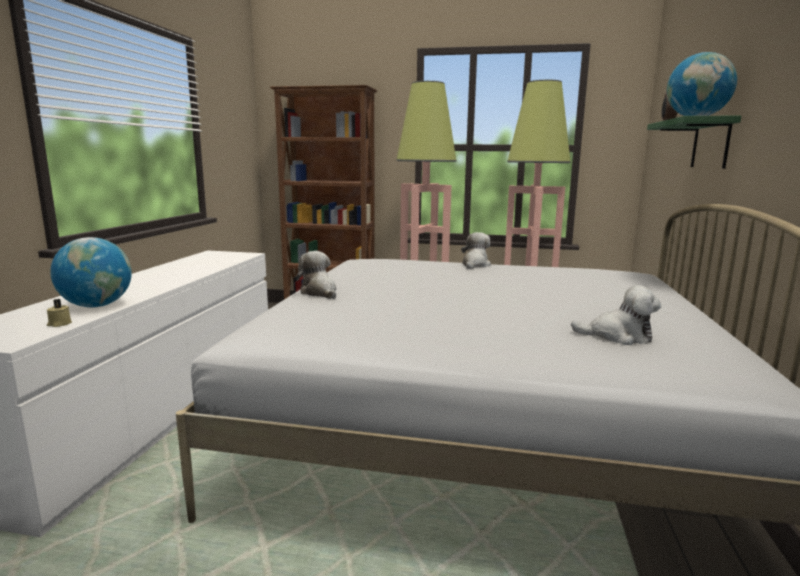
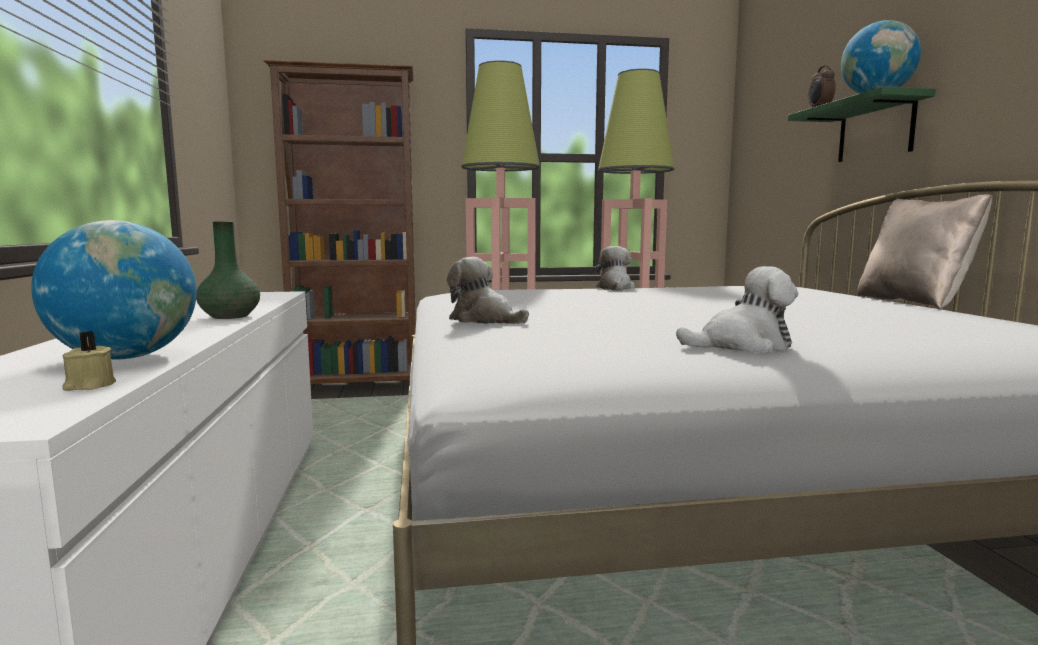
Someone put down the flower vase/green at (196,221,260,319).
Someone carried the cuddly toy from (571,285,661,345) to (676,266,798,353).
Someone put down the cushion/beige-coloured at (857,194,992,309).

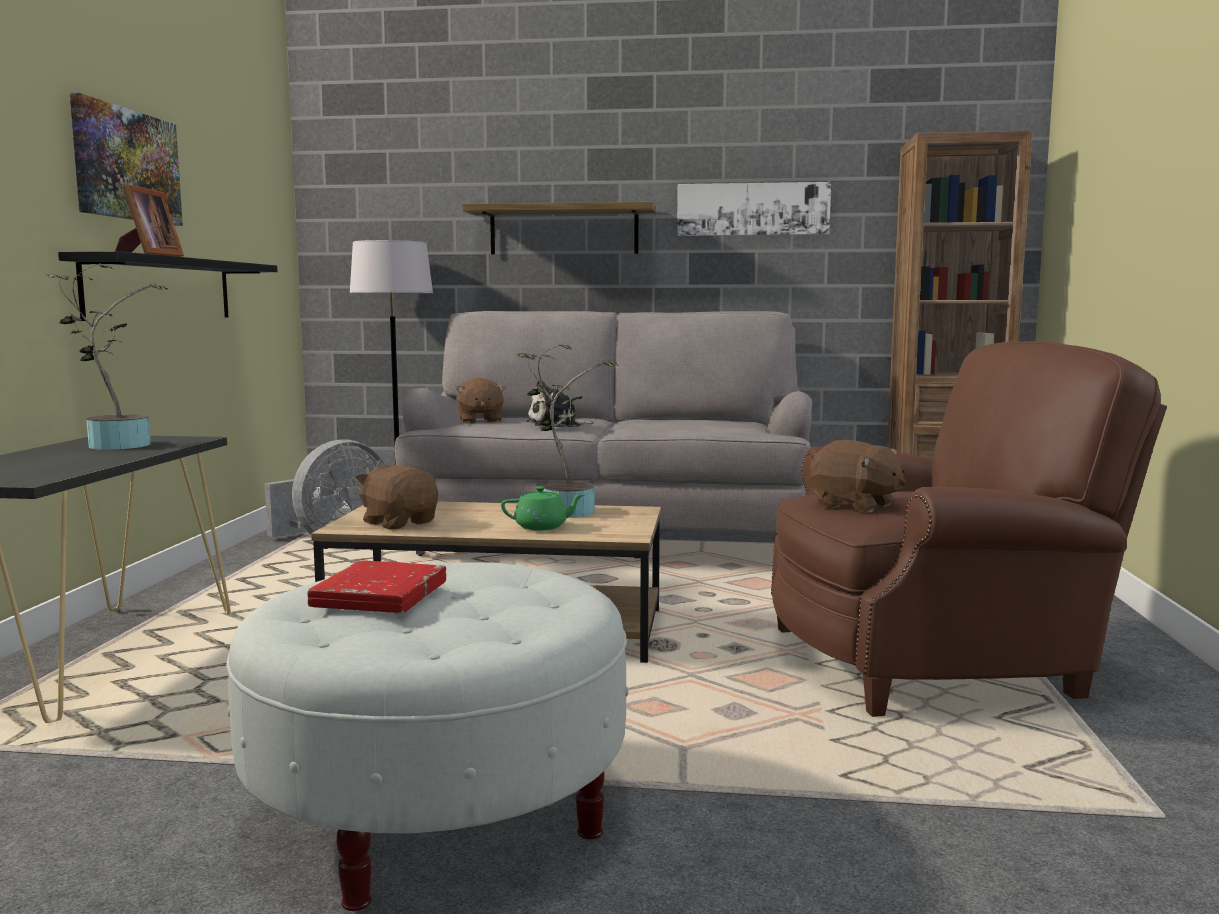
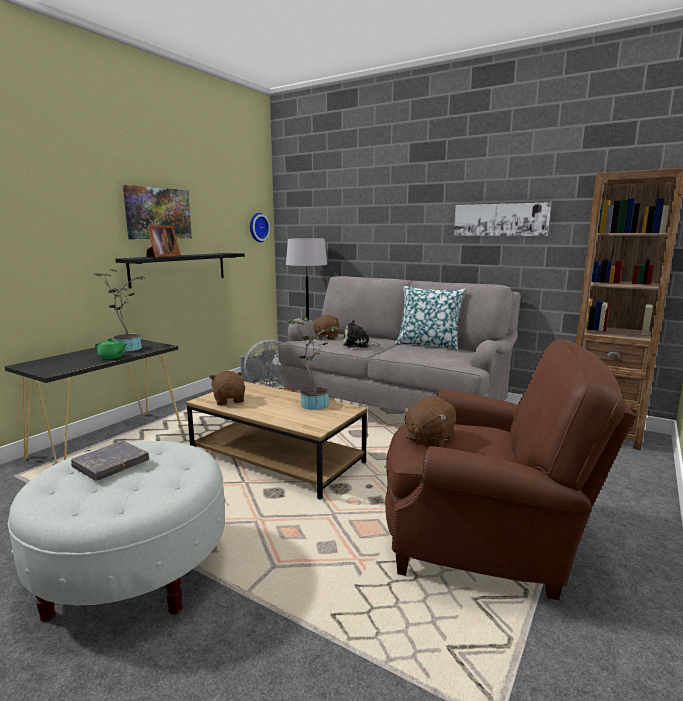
Someone repainted the book/reddish at (307,560,446,613), which became the book/gray at (71,441,149,481).
Someone carried the tea pot/green from (501,486,585,531) to (95,338,127,359).
Someone put up the hanging clock at (250,213,270,242).
Someone put down the cushion at (395,286,466,351).
Someone rotated the cuddly toy/brown at (810,440,906,513) by 60 degrees clockwise.
Someone took away the bracket shelf at (463,201,656,255).

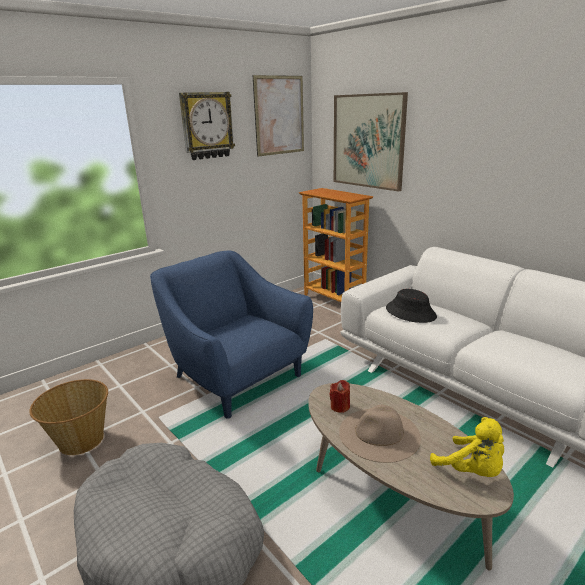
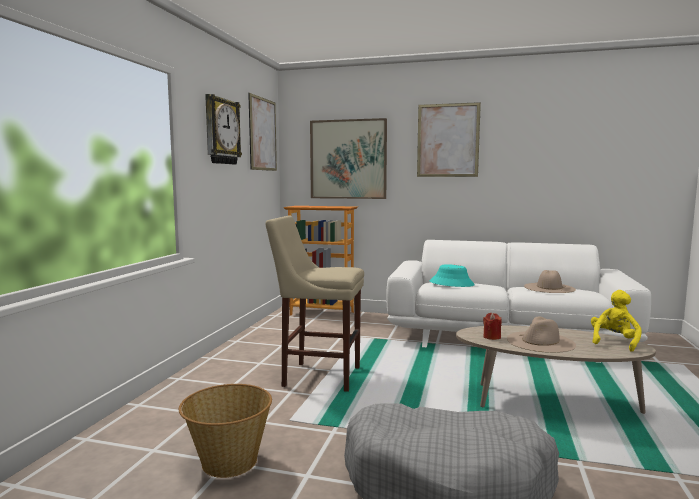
Someone swapped the lounge chair/bluish at (150,251,313,419) for the stool/beige-coloured at (265,216,364,392).
Someone put up the picture at (417,102,481,177).
Someone repainted the wearable hat/blackish at (386,289,437,323), which became the wearable hat/turquoise at (430,264,475,287).
Someone put down the wearable hat/beige-coloured at (524,270,576,293).
Someone rotated the cuddly toy/yellow at (430,417,504,477) by 75 degrees counterclockwise.

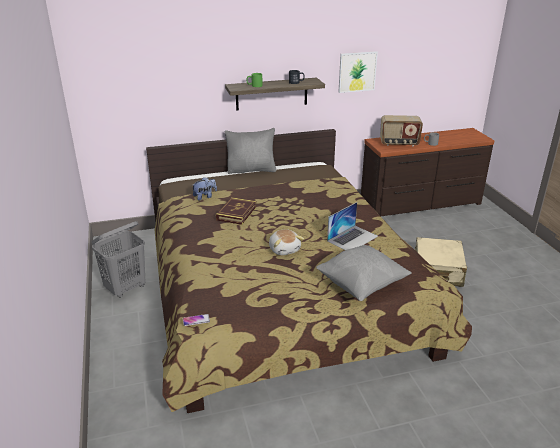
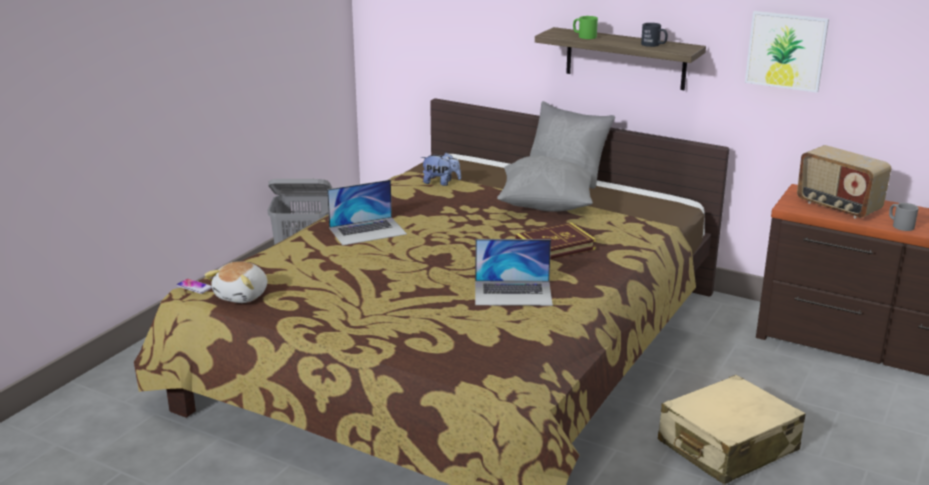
Someone carried the cuddly toy from (269,229,304,255) to (205,261,267,303).
Someone put down the notebook computer at (327,180,407,245).
Someone carried the cushion/gray from (316,245,412,301) to (497,155,593,212).
Someone carried the book from (216,197,256,225) to (515,222,596,260).

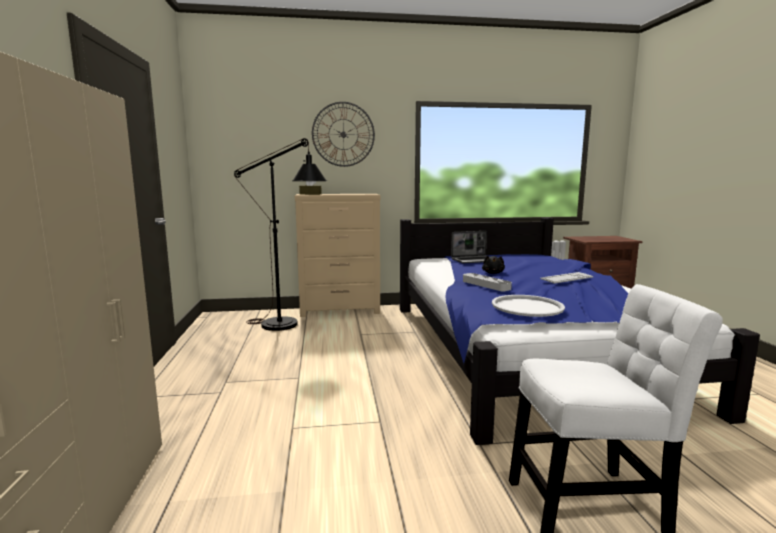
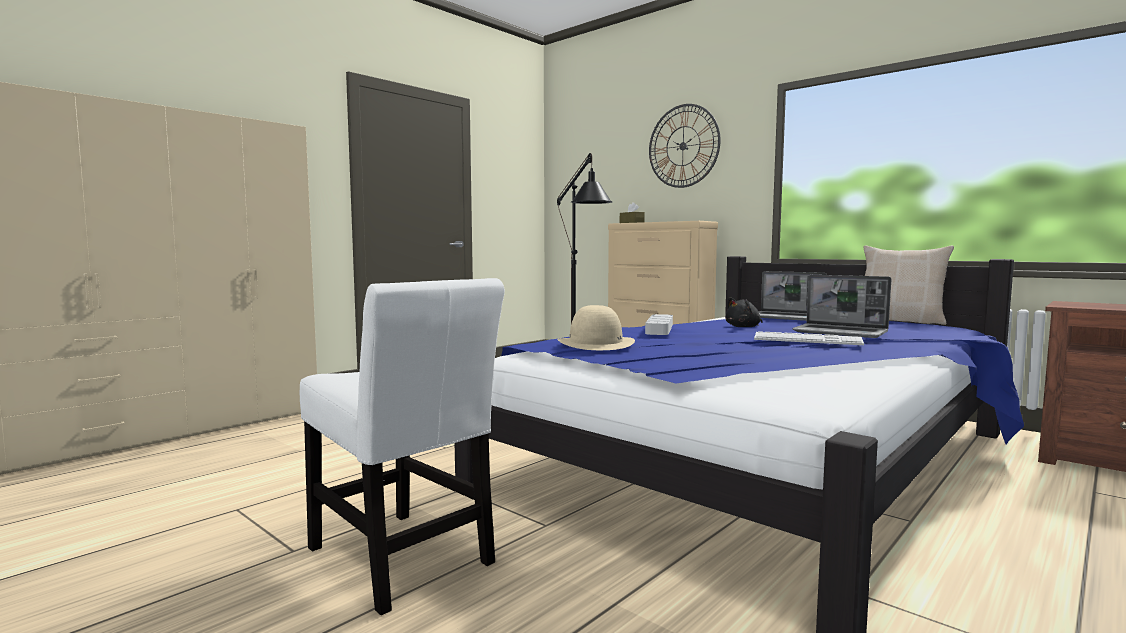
Someone swapped the serving tray/white at (492,295,565,317) for the wearable hat/beige-coloured at (557,305,635,350).
Someone put down the notebook computer at (793,275,891,338).
Someone put down the cushion/beige-coloured at (864,245,954,325).

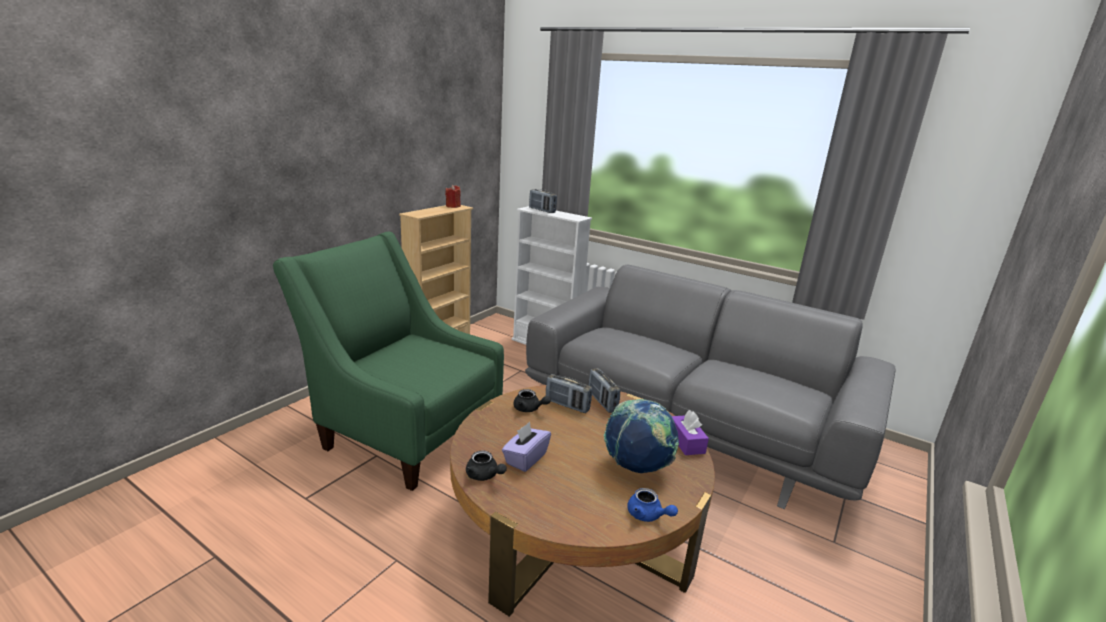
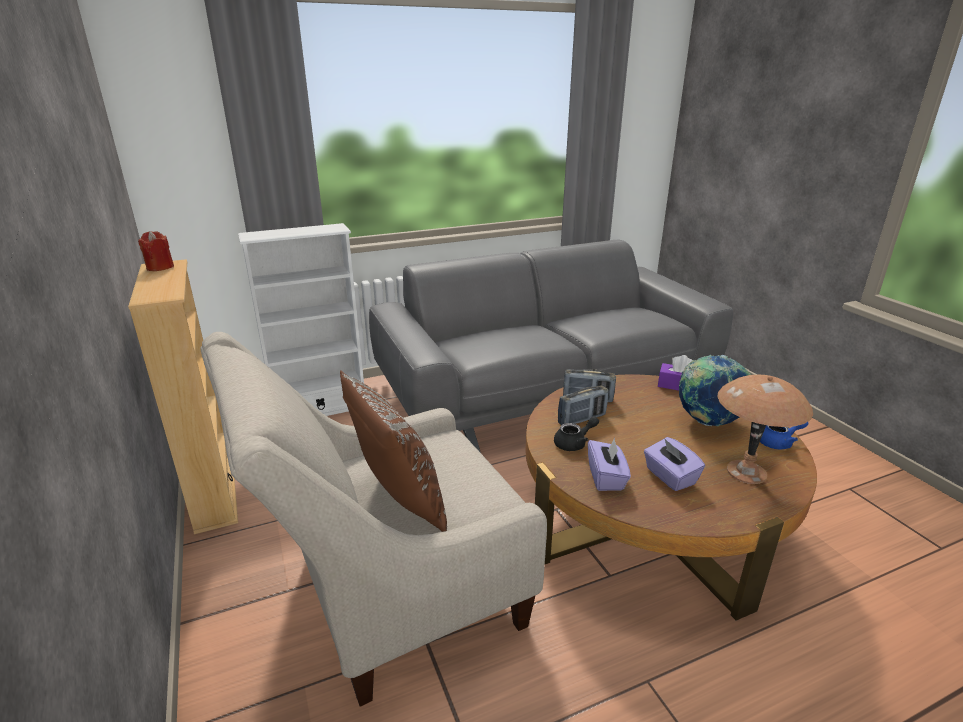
Someone repainted the lounge chair/green at (273,232,504,491), which became the lounge chair/beige-coloured at (201,332,547,707).
Someone put down the cushion/brown at (340,371,447,532).
Someone put down the box of tissues/purple-coloured at (588,438,631,491).
Someone put down the tabletop lamp/brown at (717,375,813,484).
Someone took away the tea pot/blackish at (466,450,507,481).
Someone took away the radio receiver at (529,189,557,213).

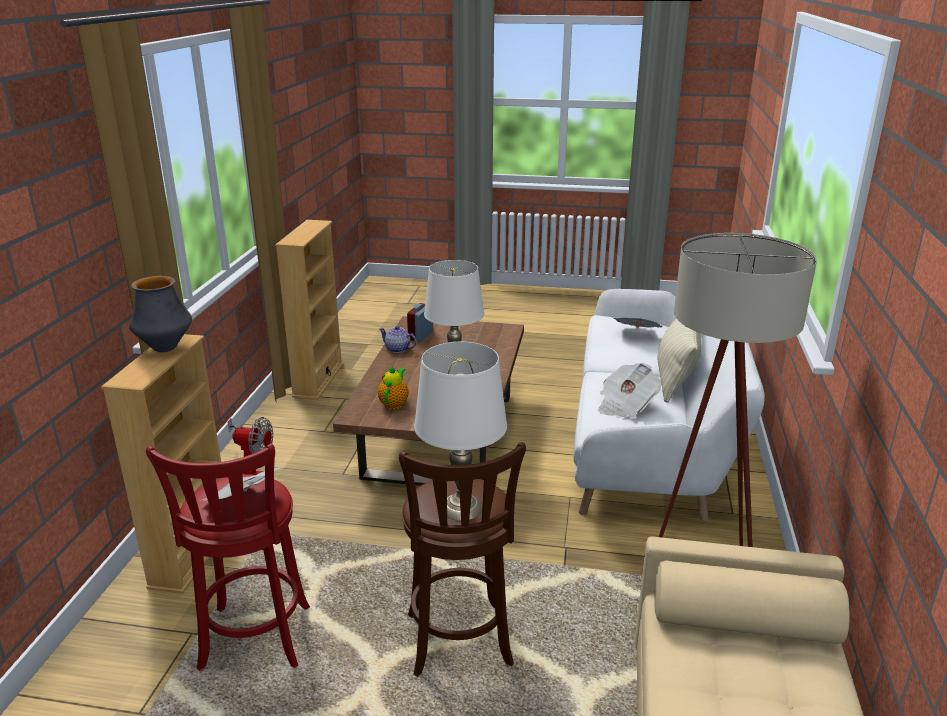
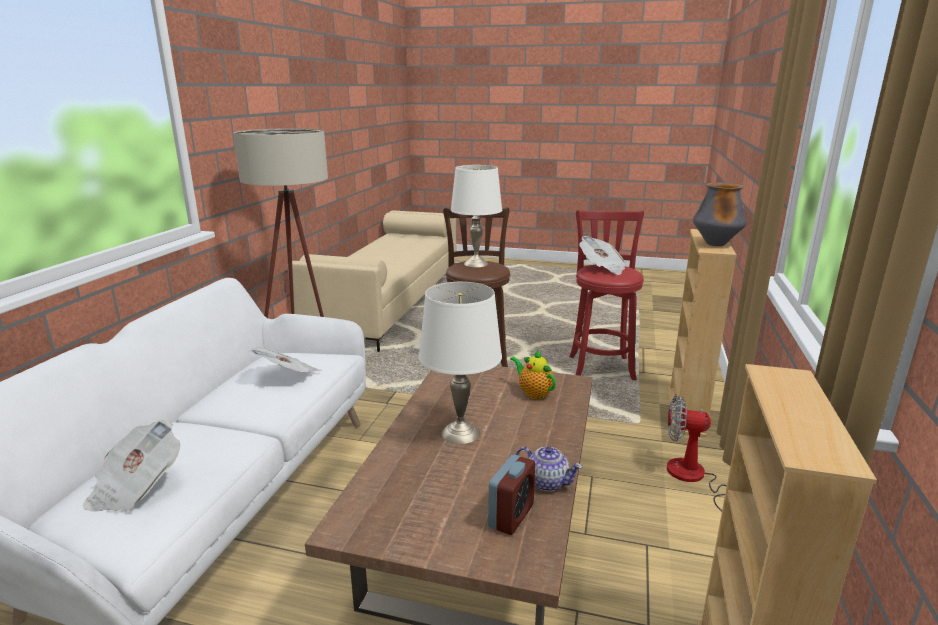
Someone rotated the tea pot at (378,365,409,410) by 120 degrees clockwise.
Someone took away the cushion/beige-coloured at (658,319,701,403).

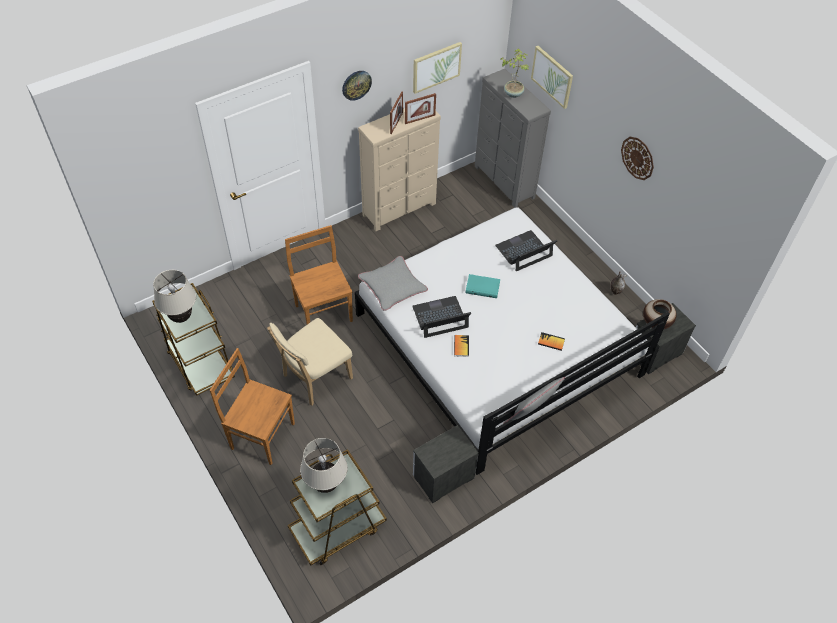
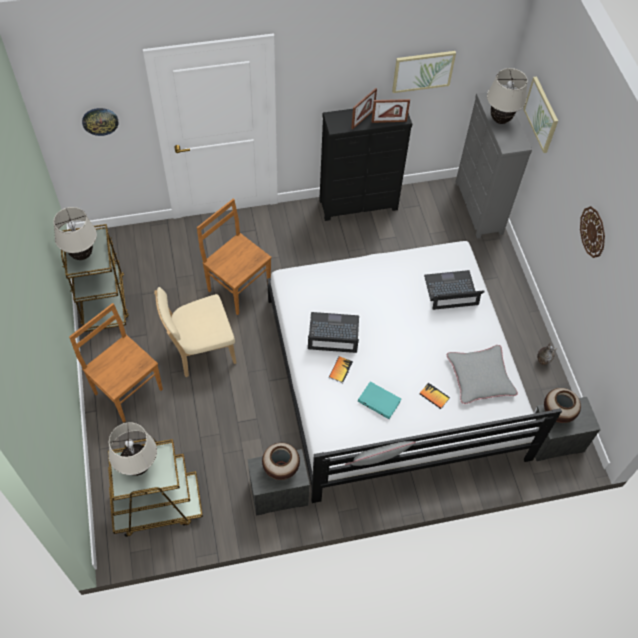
Someone carried the hanging clock from (342,71,372,101) to (82,108,119,136).
Someone rotated the upright chair/brown at (285,225,353,324) by 45 degrees counterclockwise.
Someone put down the flower vase at (262,443,300,480).
Someone repainted the dresser/beige-coloured at (358,108,441,231), which became the dresser/blackish at (319,109,412,221).
Someone carried the book/turquoise from (465,274,500,298) to (358,381,401,419).
Someone carried the cushion/gray from (358,256,428,310) to (447,345,518,404).
Someone swapped the potted plant at (500,49,530,98) for the tabletop lamp/beige-coloured at (487,68,528,124).

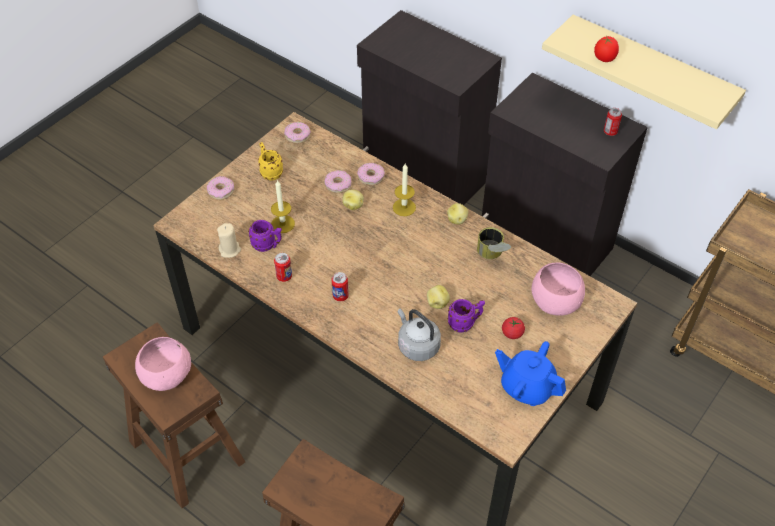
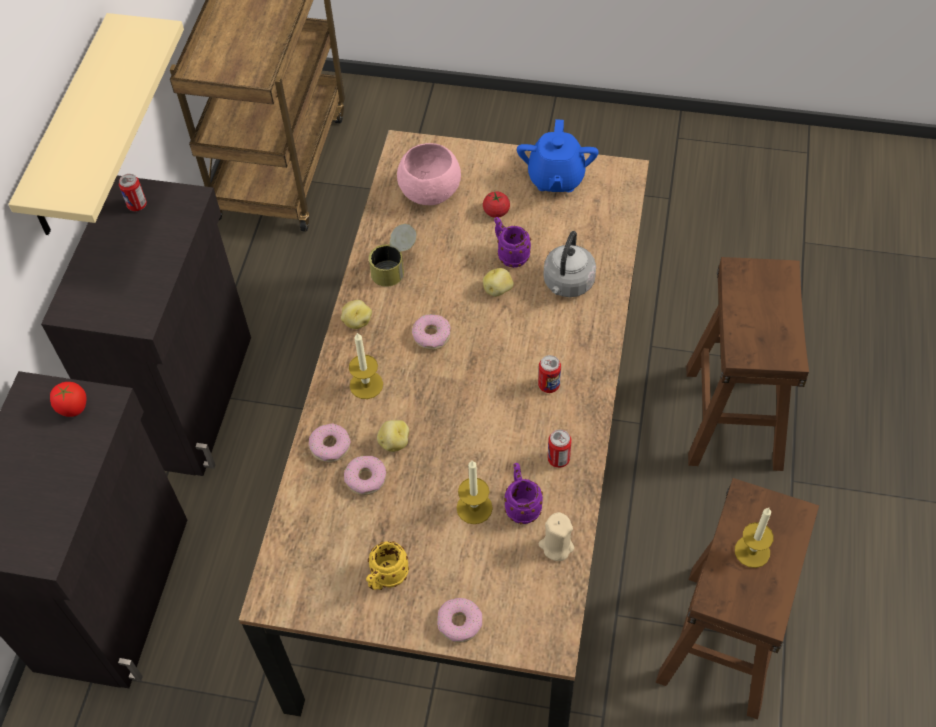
Someone carried the tomato from (594,36,619,62) to (50,382,87,417).
Someone carried the ring doughnut from (284,122,311,144) to (412,314,451,350).
Someone swapped the serving bowl/pink at (135,337,191,391) for the candle at (735,508,774,568).

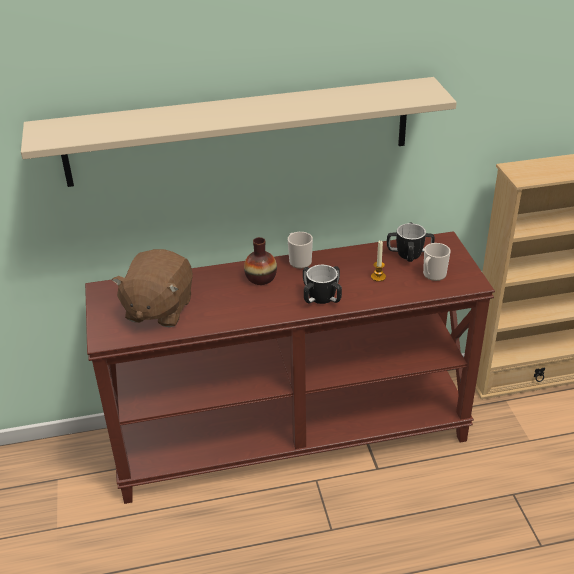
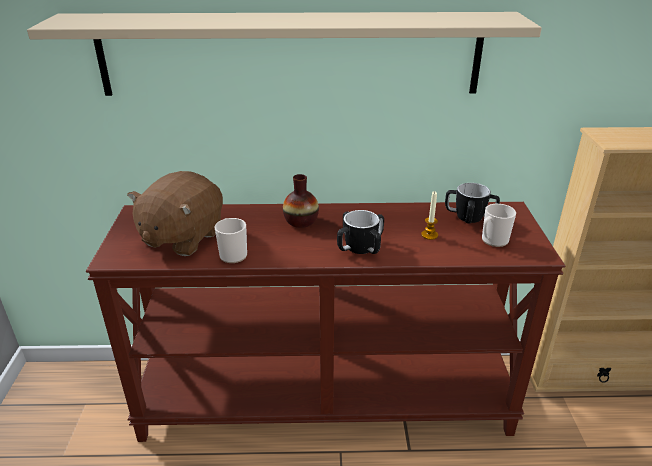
Someone carried the tea mug from (288,232,313,269) to (214,218,247,263).

